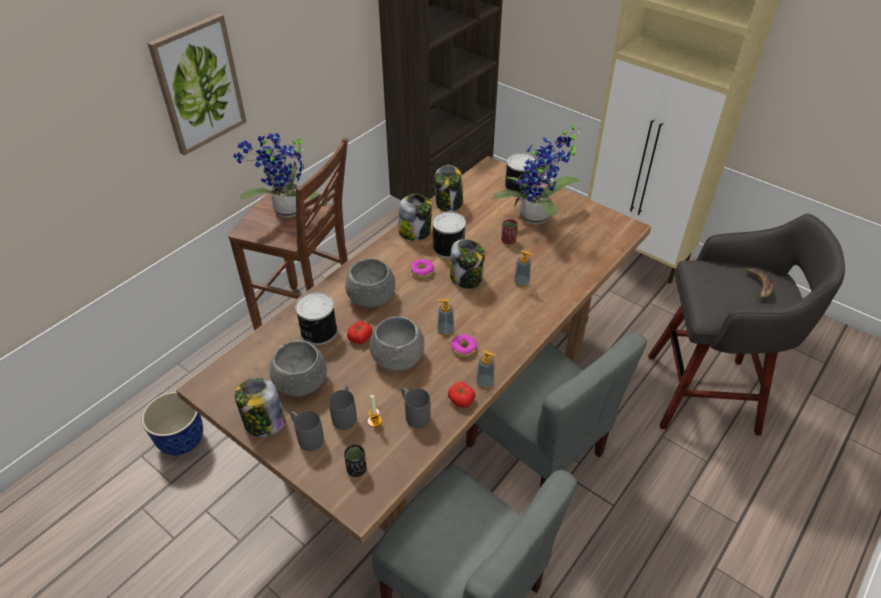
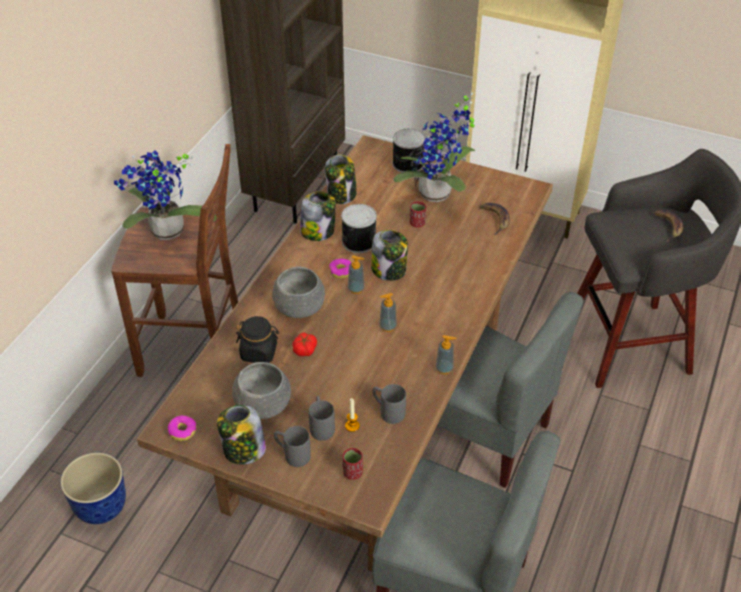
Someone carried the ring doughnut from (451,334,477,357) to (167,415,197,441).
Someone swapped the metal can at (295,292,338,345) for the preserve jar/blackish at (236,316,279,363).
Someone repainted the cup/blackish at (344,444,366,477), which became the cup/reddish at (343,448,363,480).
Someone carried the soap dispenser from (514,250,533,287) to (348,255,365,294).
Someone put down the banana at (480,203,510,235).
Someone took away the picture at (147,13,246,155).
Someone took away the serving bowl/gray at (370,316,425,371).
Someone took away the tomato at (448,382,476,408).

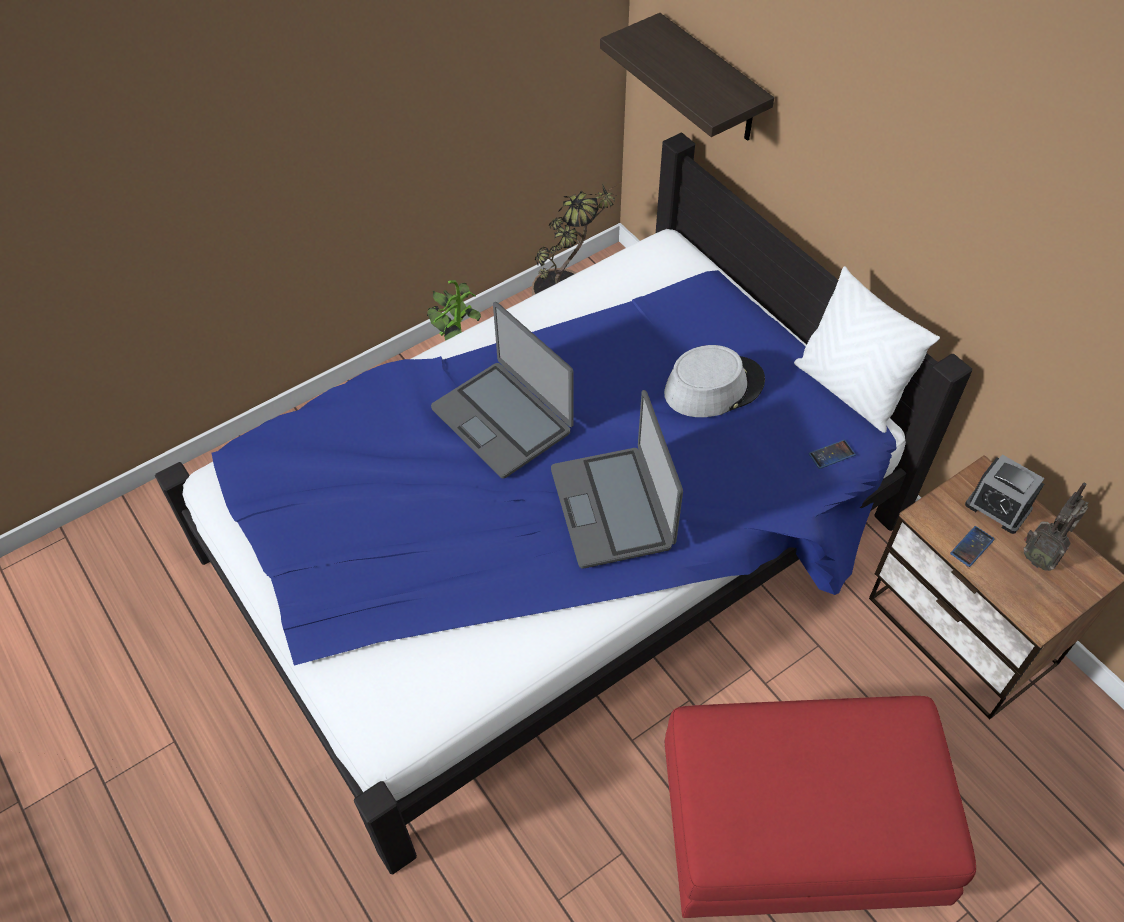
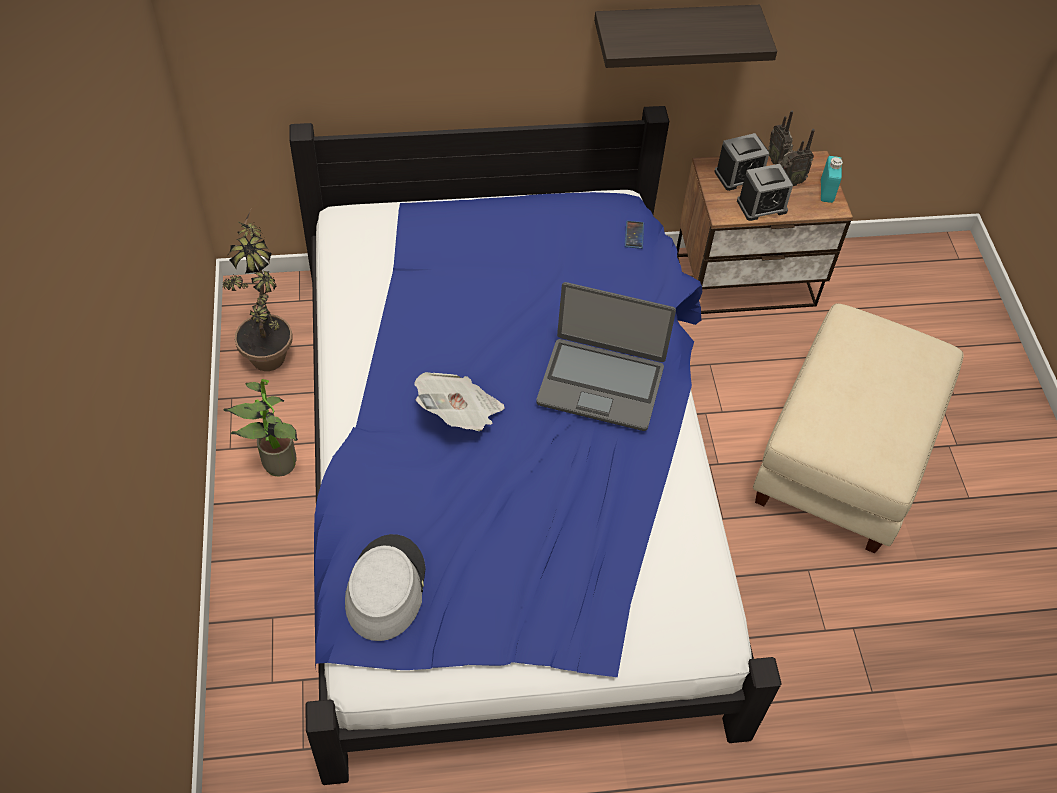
Someone carried the wearable hat/gray from (664,345,765,417) to (345,534,426,641).
Someone swapped the notebook computer at (431,302,574,478) for the newspaper at (414,372,505,431).
Someone carried the bracket shelf from (600,13,774,141) to (594,5,777,68).
Someone swapped the handset at (950,526,994,567) for the alarm clock at (737,164,793,221).
Someone repainted the footrest/reddish at (665,696,976,918), which became the footrest/beige-coloured at (753,303,964,553).
Someone put down the beverage bottle/turquoise at (821,156,843,203).
Someone took away the cushion/white at (794,266,940,433).

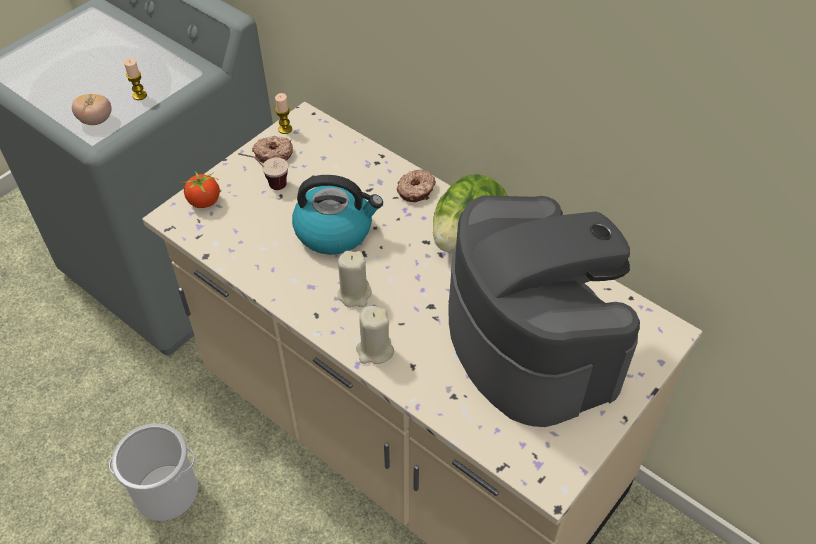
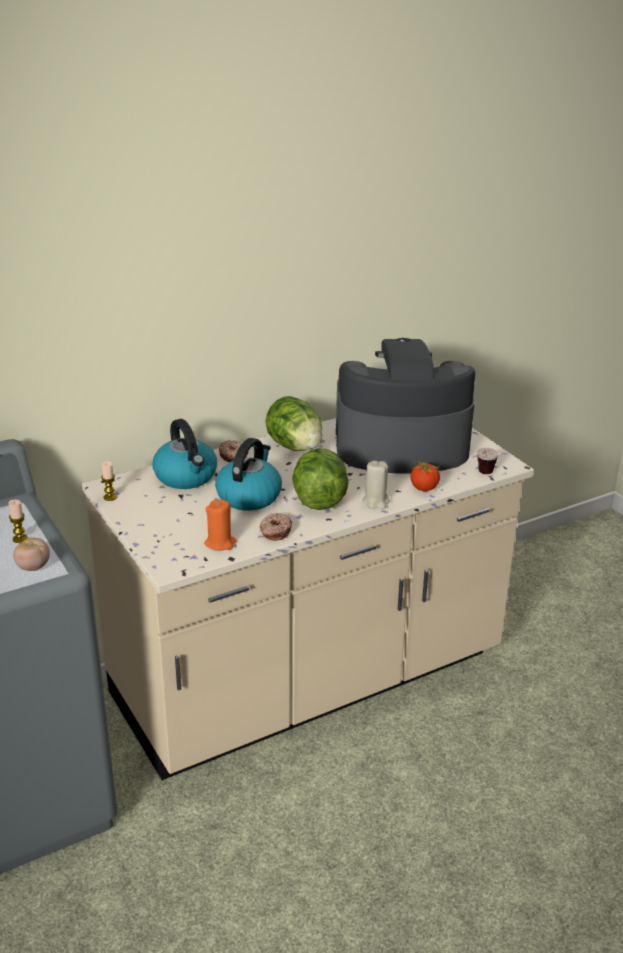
Someone put down the tea kettle at (152,419,217,489).
Someone put down the candle/orange at (204,500,237,551).
Someone carried the ring doughnut from (252,136,293,163) to (260,513,292,541).
Someone swapped the candle/beige-coloured at (337,251,372,308) for the lettuce at (292,448,349,510).
Someone carried the tomato from (178,171,220,208) to (411,461,440,491).
Someone carried the cup from (238,153,288,190) to (477,448,499,474).
Someone took away the water bucket at (109,424,198,521).

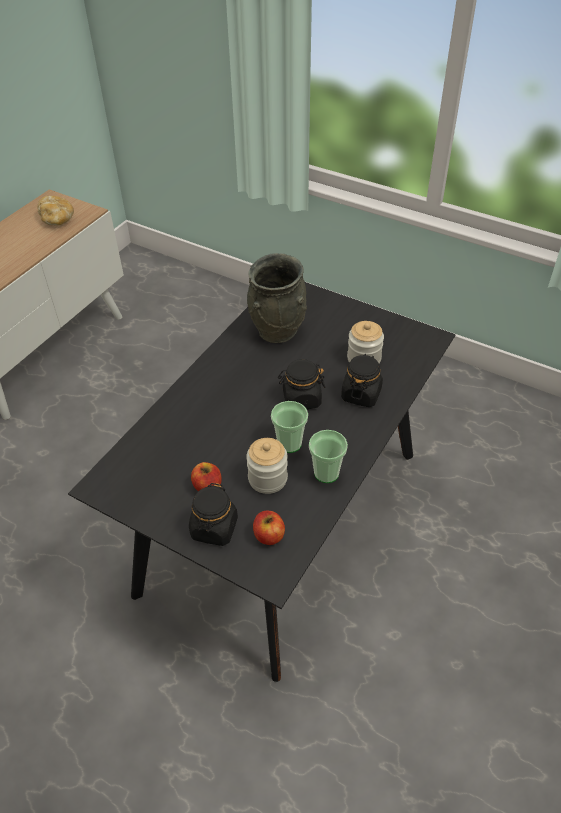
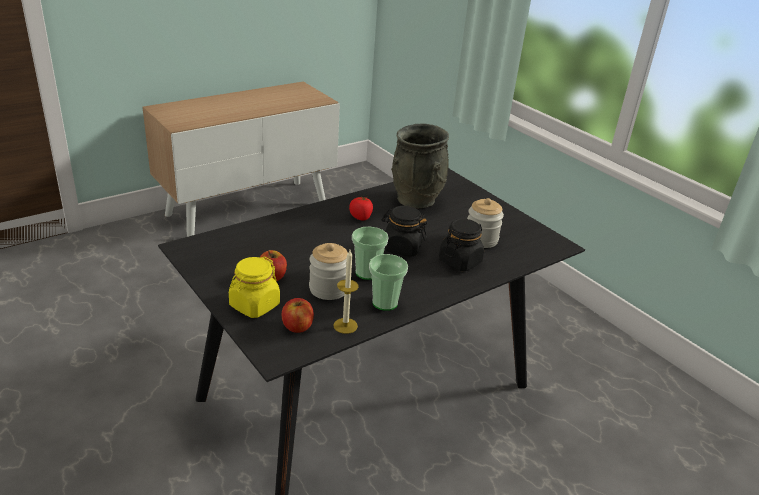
Someone repainted the preserve jar/blackish at (189,483,238,546), which became the preserve jar/yellow at (229,257,280,318).
Someone put down the candle at (333,250,359,334).
Someone put down the tomato at (349,196,373,221).
Someone took away the bakery bread at (37,196,74,225).

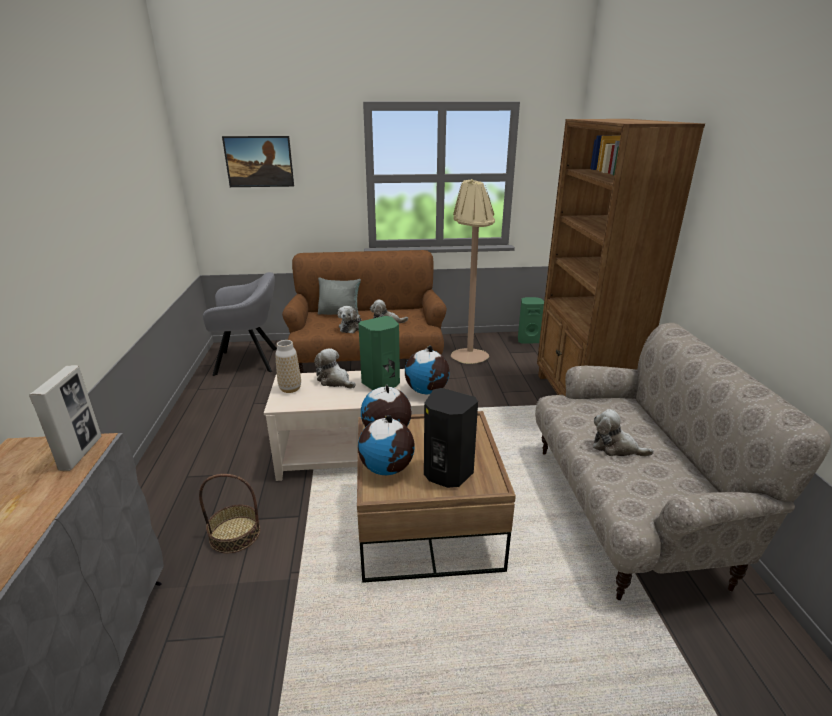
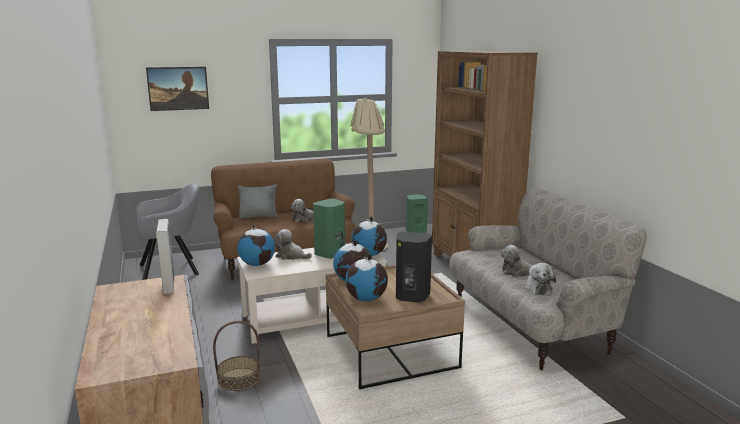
Someone swapped the flower vase at (275,340,301,393) for the globe at (237,224,275,266).
Someone carried the cuddly toy from (338,306,362,333) to (524,263,556,295).

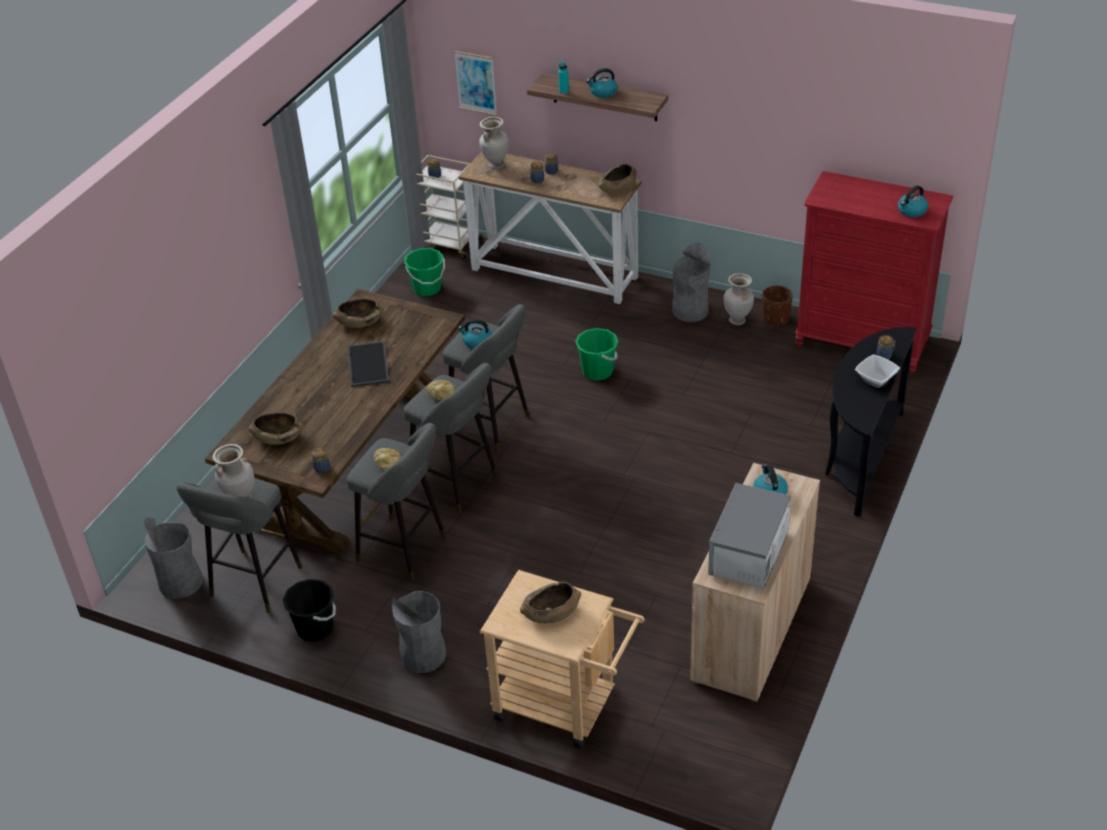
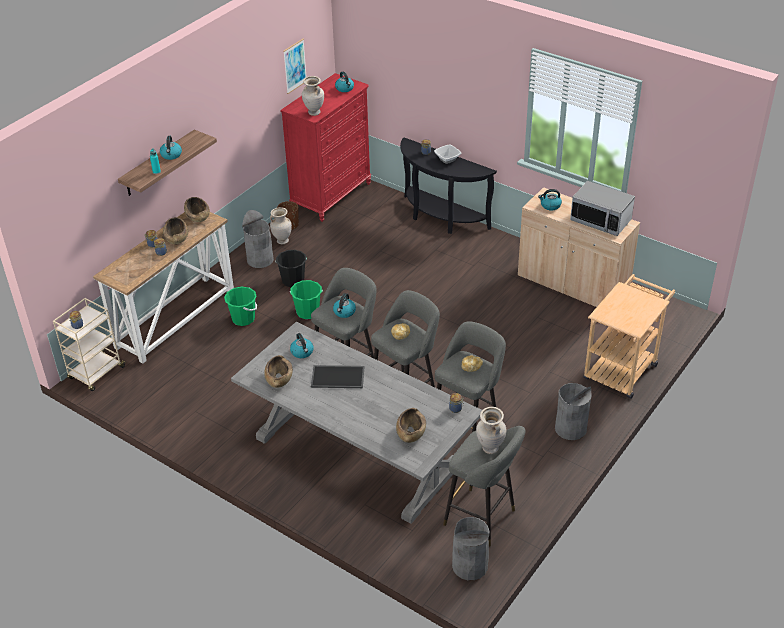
Someone carried the serving bowl/brown from (520,582,581,624) to (163,217,188,244).
Someone carried the water bucket/green from (404,248,445,296) to (224,287,257,326).
Someone repainted the kitchen table/brown at (205,289,465,555), which became the kitchen table/gray at (231,322,482,524).
Someone carried the water bucket/blackish from (283,579,336,642) to (275,250,307,287).
Someone carried the picture from (454,51,497,116) to (283,38,306,94).
Someone put down the tea kettle at (290,333,314,358).
Someone carried the flower vase/beige-coloured from (479,117,509,169) to (302,76,324,116).

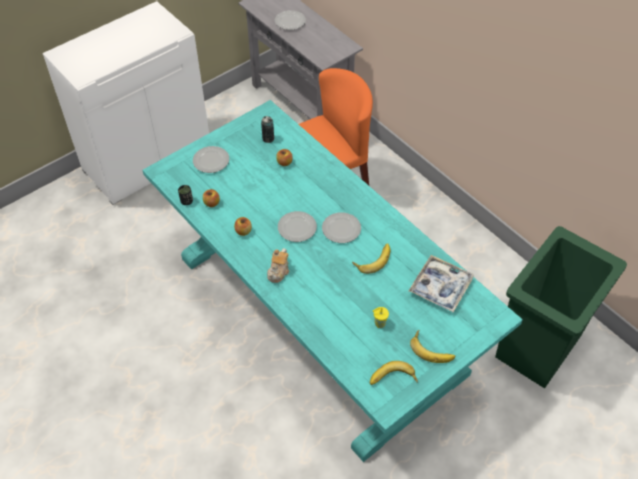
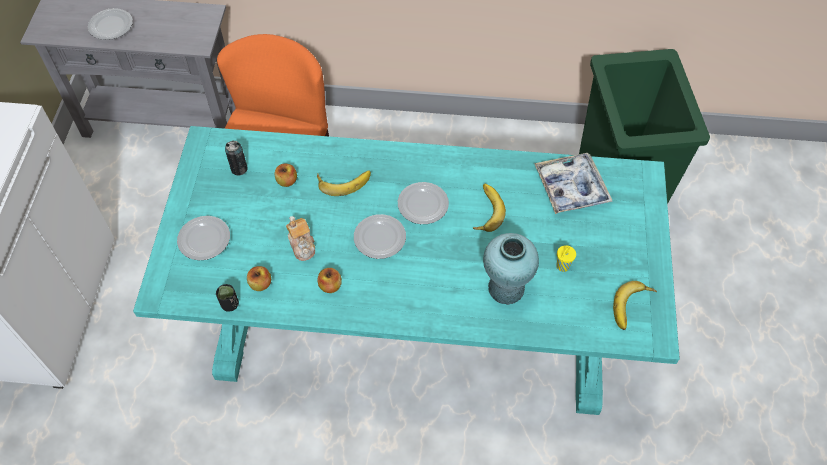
Someone carried the tea pot from (267,248,289,283) to (286,216,315,261).
Someone carried the banana from (410,330,455,363) to (317,170,371,196).
Someone put down the flower vase/turquoise at (483,233,539,305).

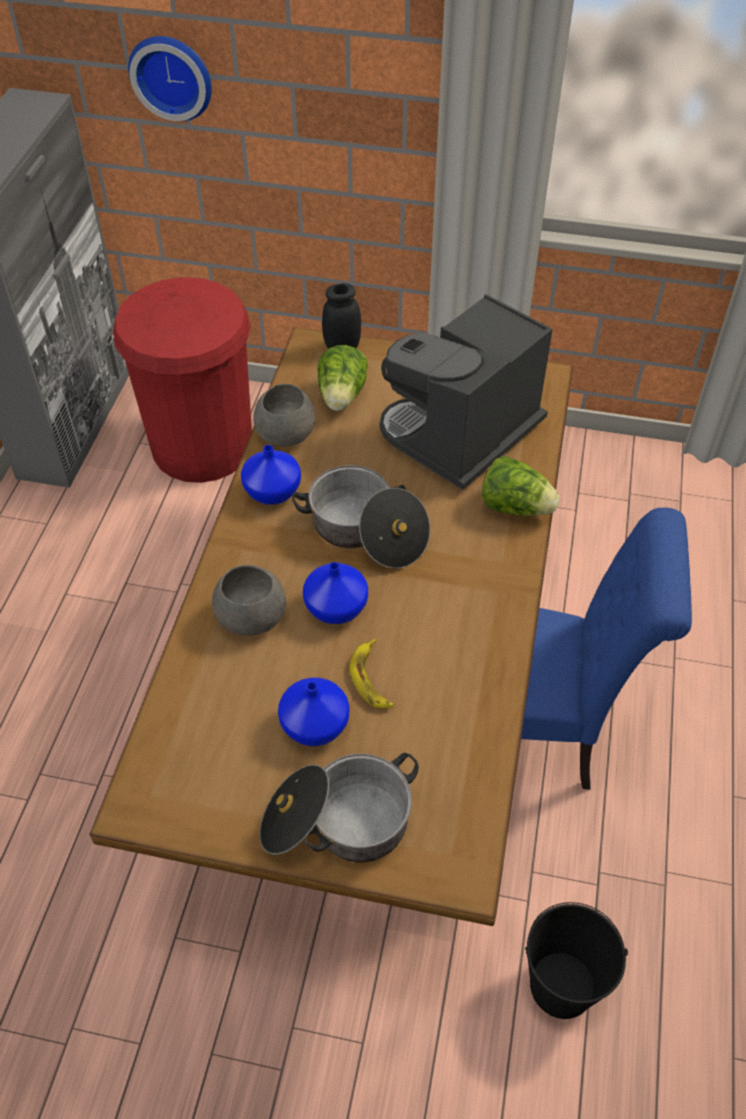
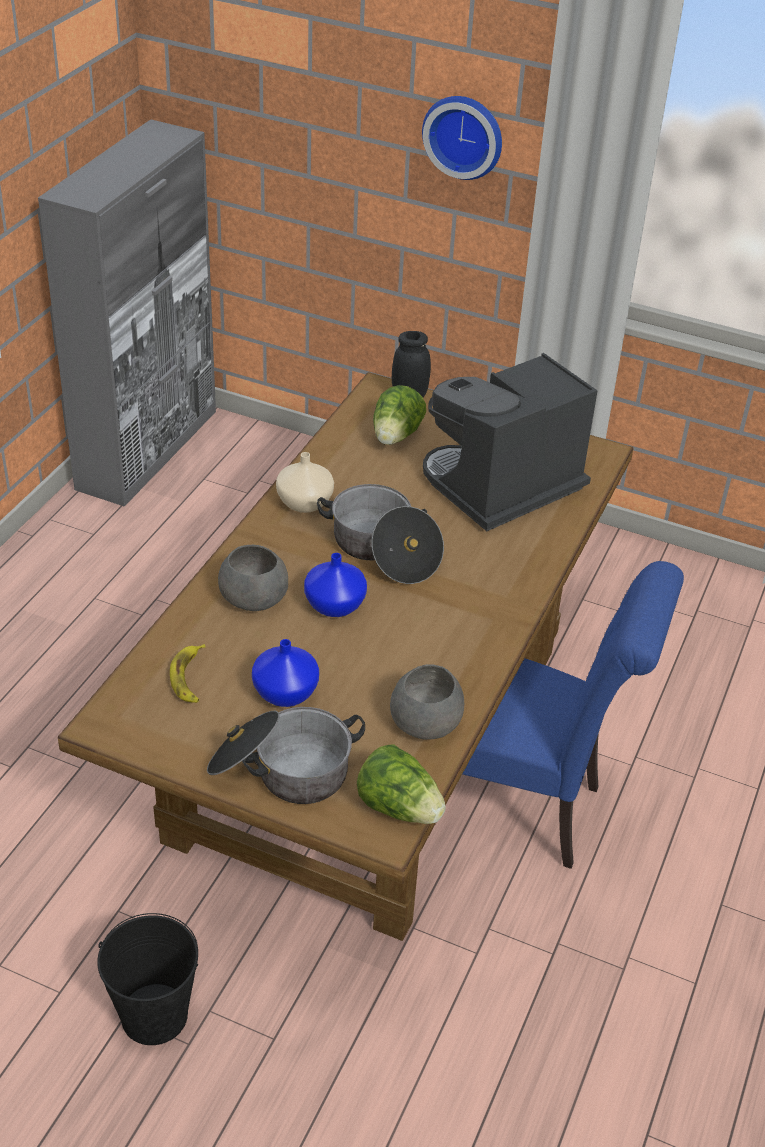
Someone carried the water bucket/blackish from (525,902,628,1019) to (97,913,198,1045).
Someone carried the banana from (350,639,393,709) to (170,644,206,703).
Someone repainted the flower vase/bluish at (241,445,301,505), which became the flower vase/beige-coloured at (276,452,334,513).
Someone carried the lettuce from (482,456,560,516) to (357,744,446,824).
Someone carried the serving bowl/gray from (253,384,315,447) to (390,664,464,740).
Someone carried the hanging clock from (128,36,212,121) to (422,96,502,180).
Someone took away the waste bin/reddish at (113,277,252,483).

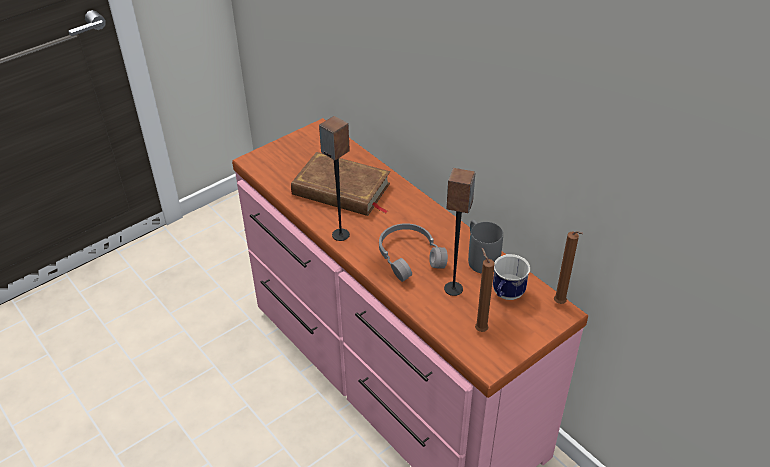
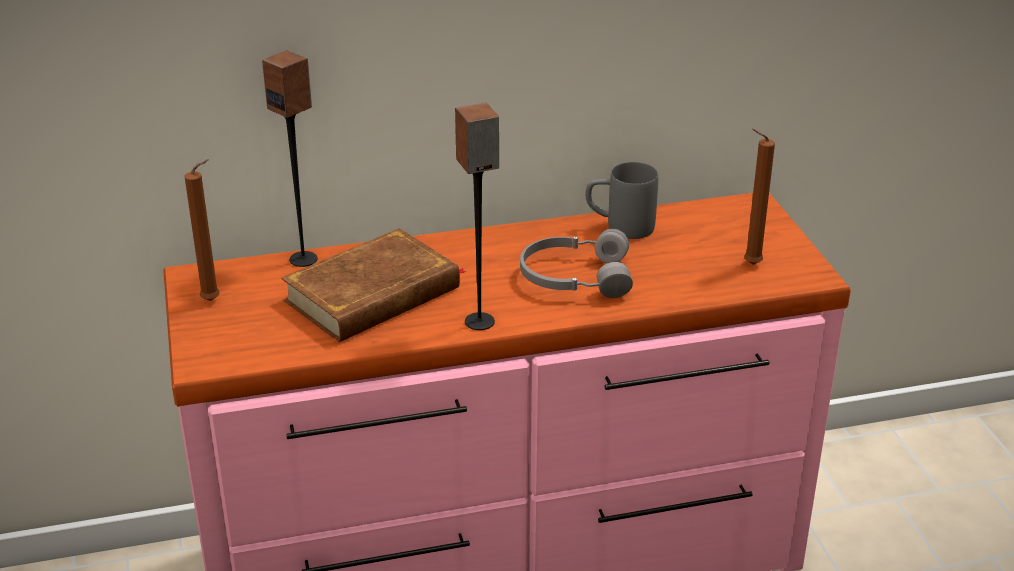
Someone carried the candle/brown from (554,231,583,304) to (185,159,220,301).
Someone carried the speaker from (444,168,476,296) to (262,50,318,267).
Someone took away the tea mug at (493,254,530,300).

